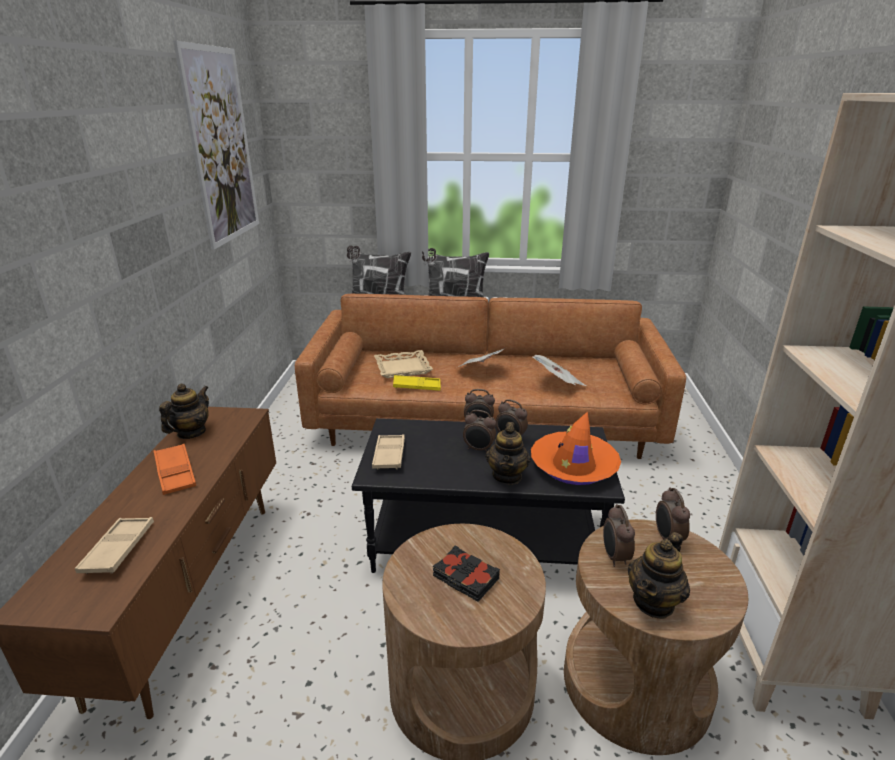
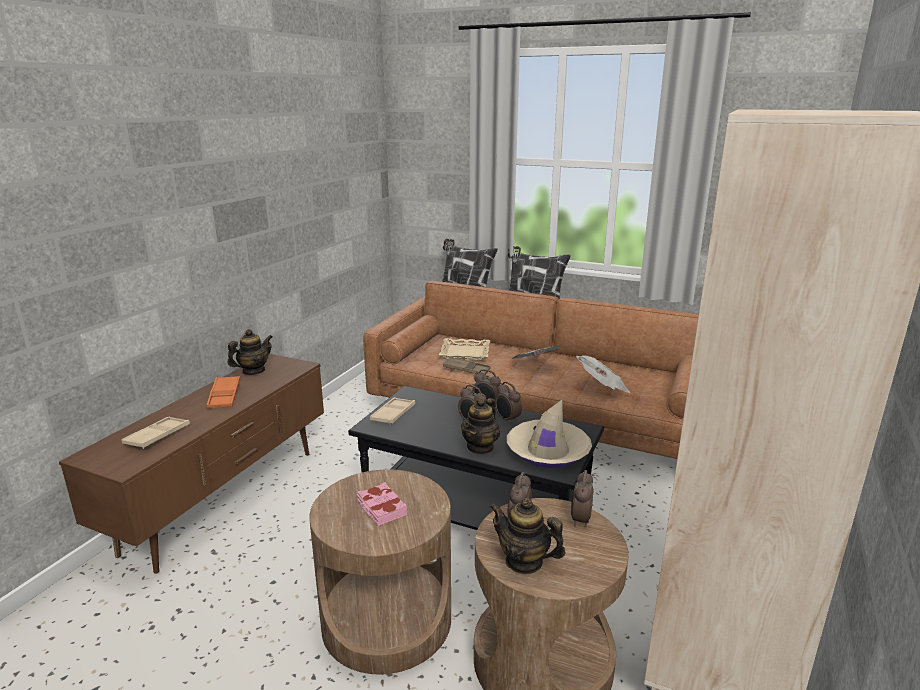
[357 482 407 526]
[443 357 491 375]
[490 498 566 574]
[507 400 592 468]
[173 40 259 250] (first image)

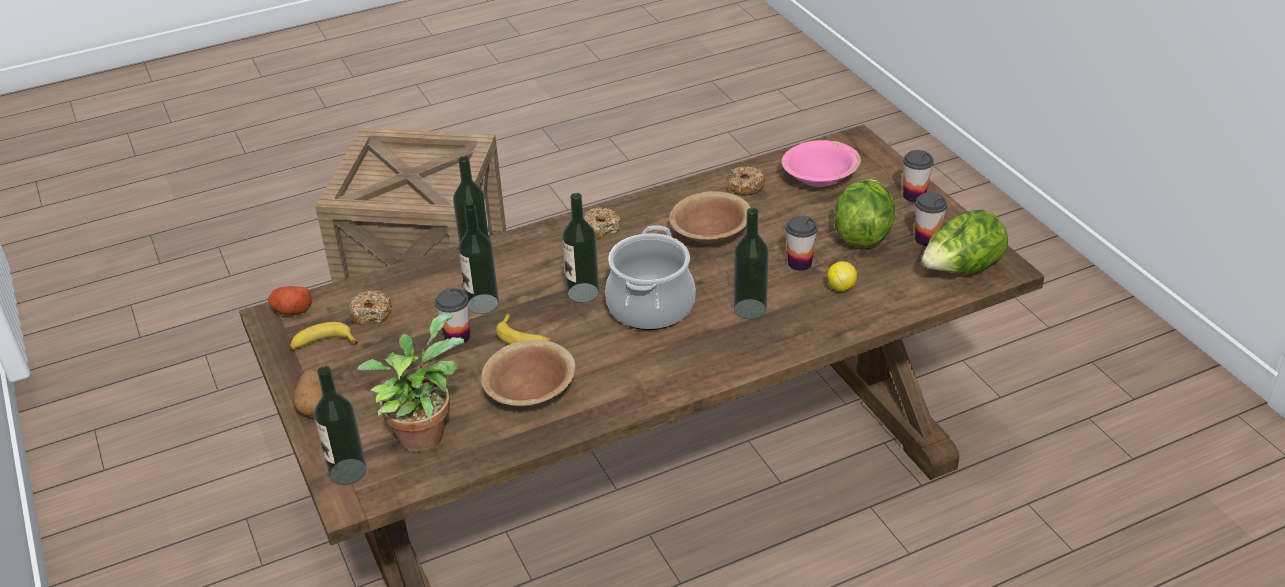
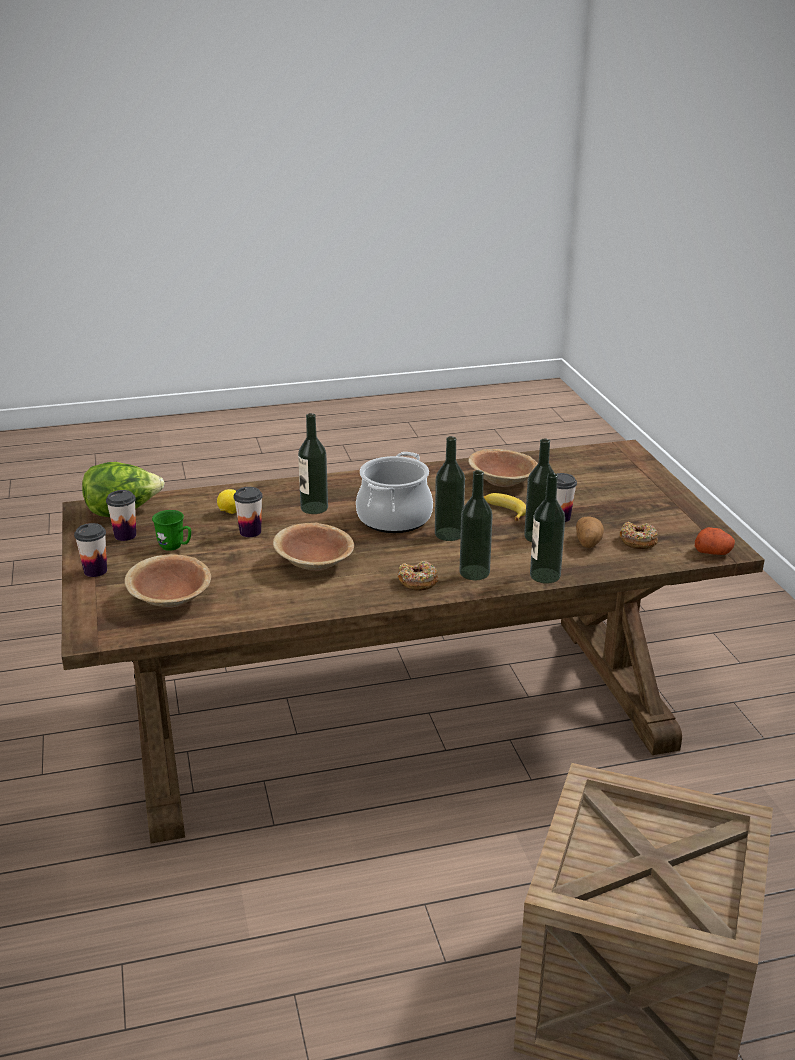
[124 554 211 608]
[152 510 191 551]
[460 470 493 580]
[576 517 604 548]
[289 322 358 349] (first image)
[357 313 464 452] (first image)
[729 166 766 196] (first image)

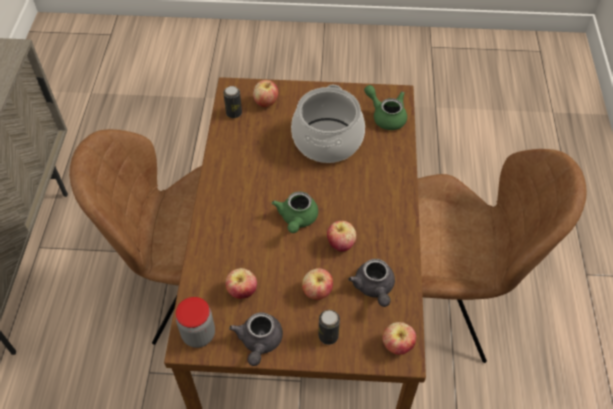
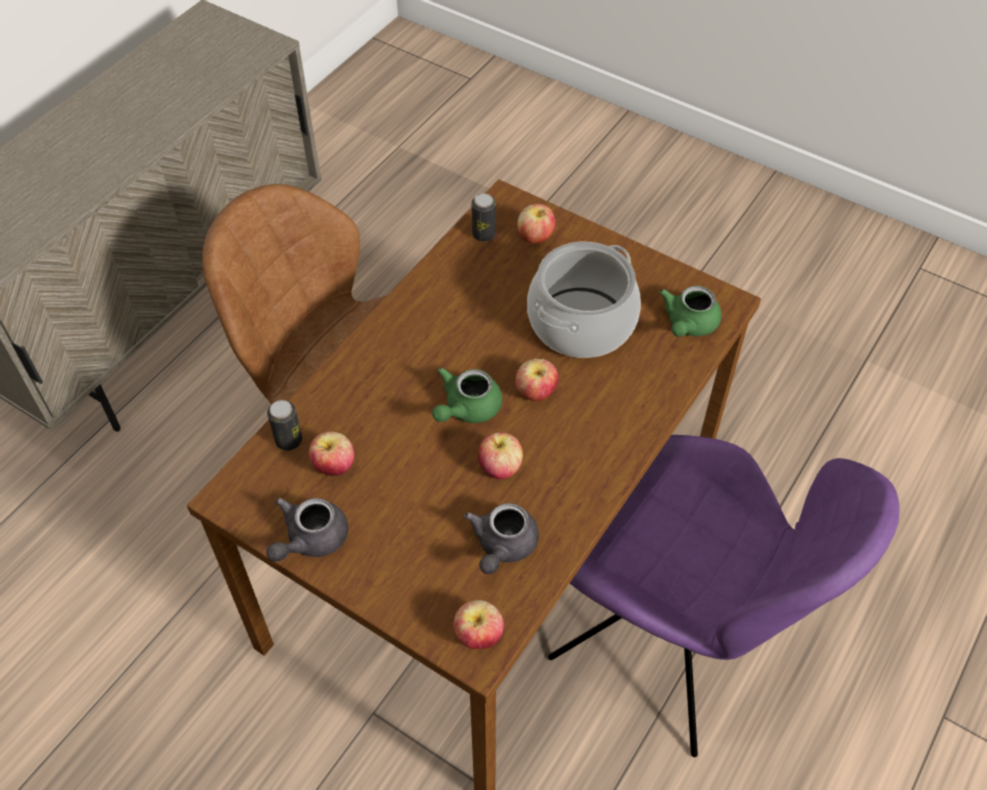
[267 400 302 451]
[515 359 559 401]
[548 435 900 757]
[659 286 722 337]
[176 297 215 348] (first image)

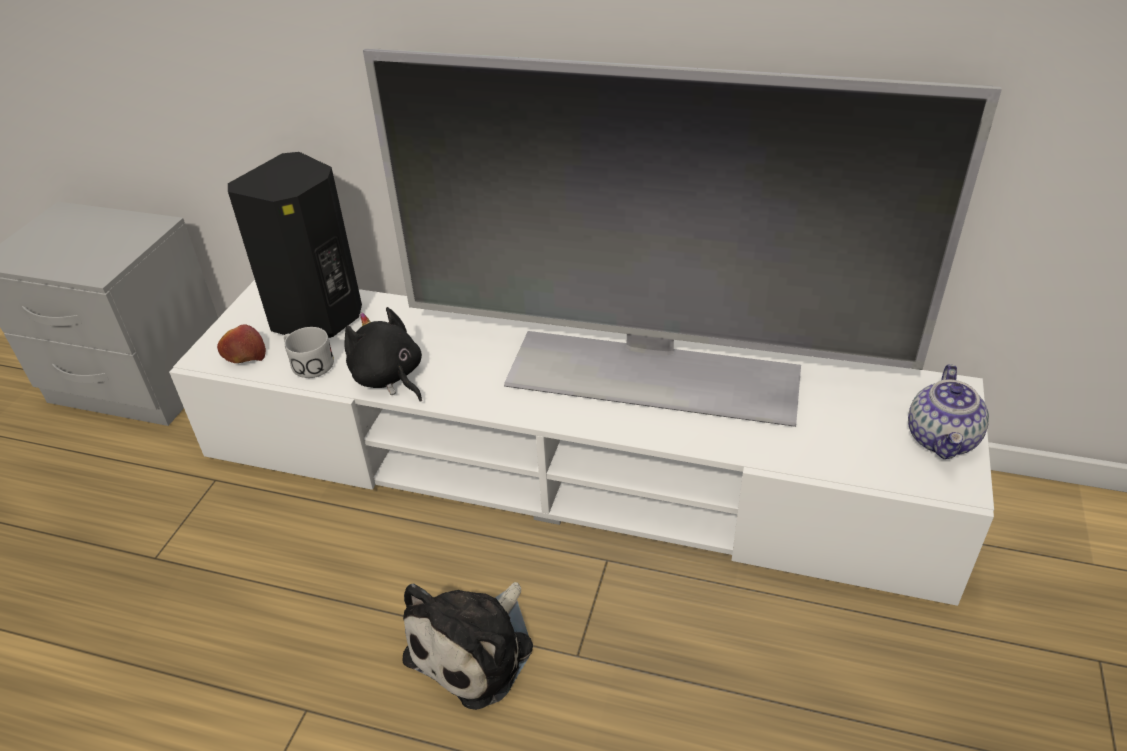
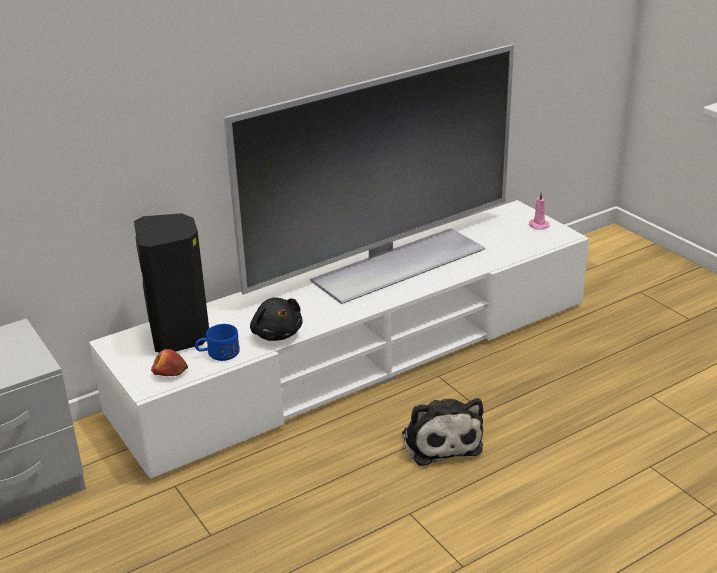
[195 324 240 361]
[250 297 302 341]
[529 192 550 230]

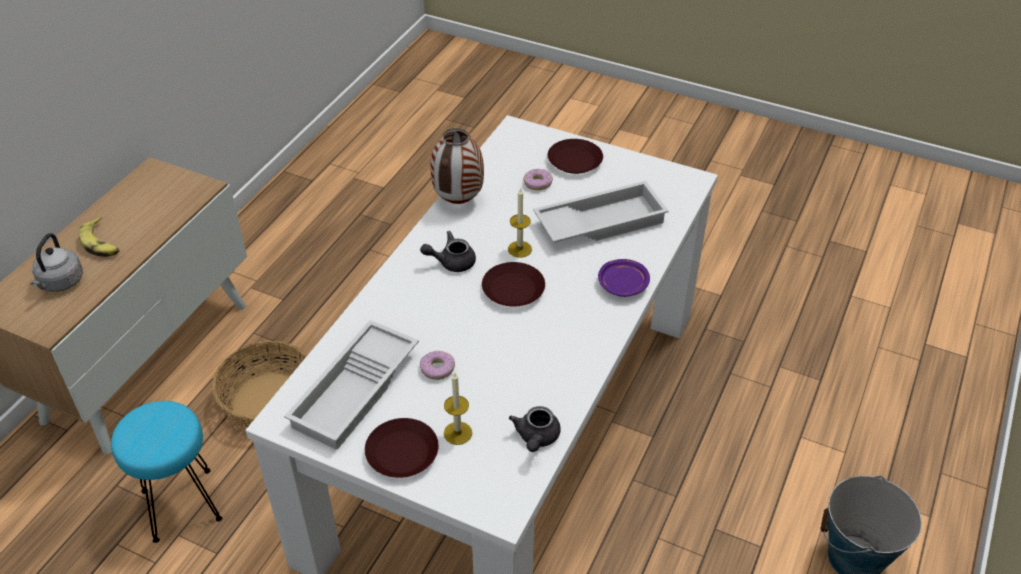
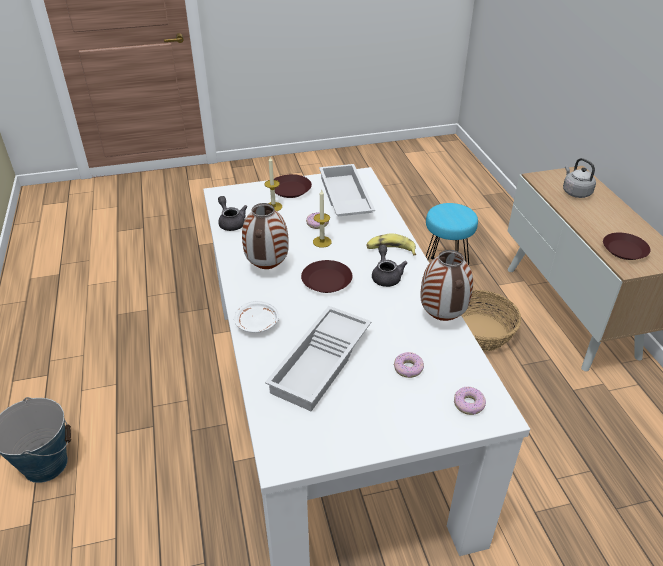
[234 301 279 333]
[242 203 289 269]
[313 190 332 248]
[367 233 416 255]
[372 245 408 287]
[454 387 486 415]
[603 233 650 260]

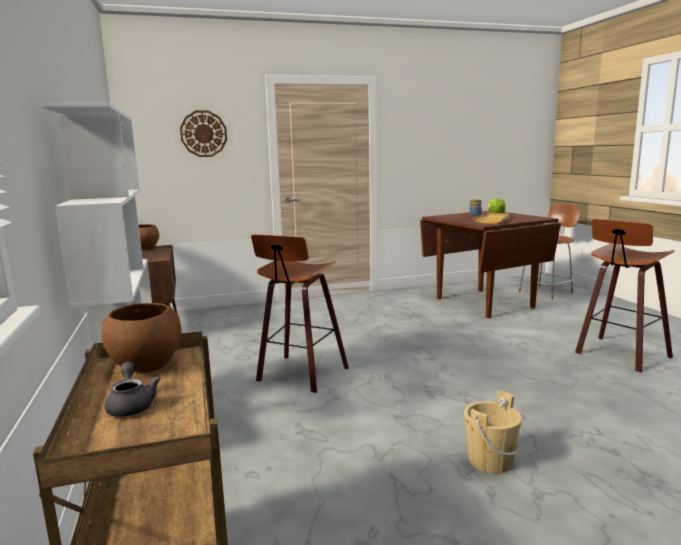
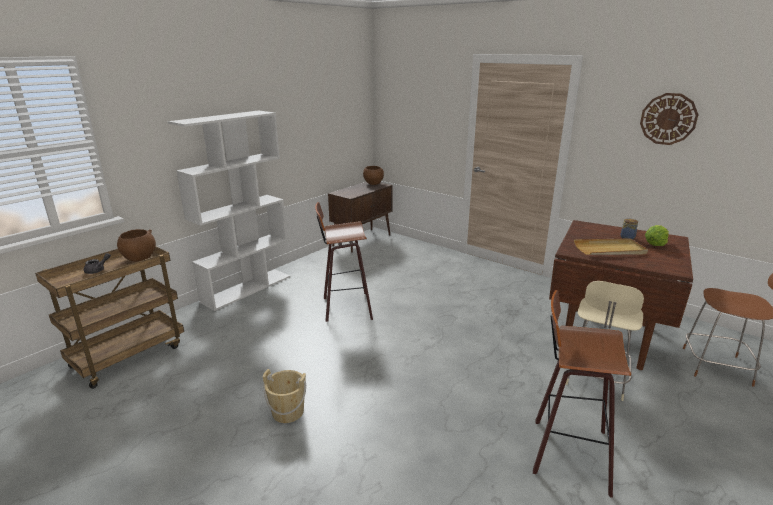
[566 281 644 401]
[640 93 699 145]

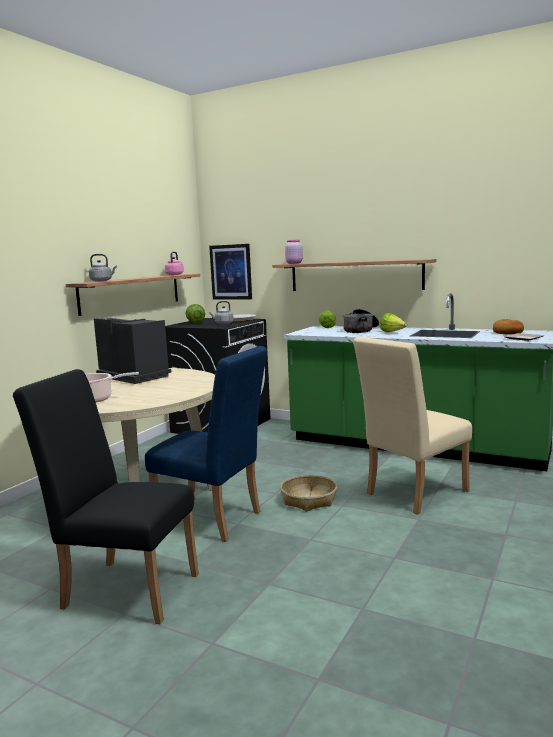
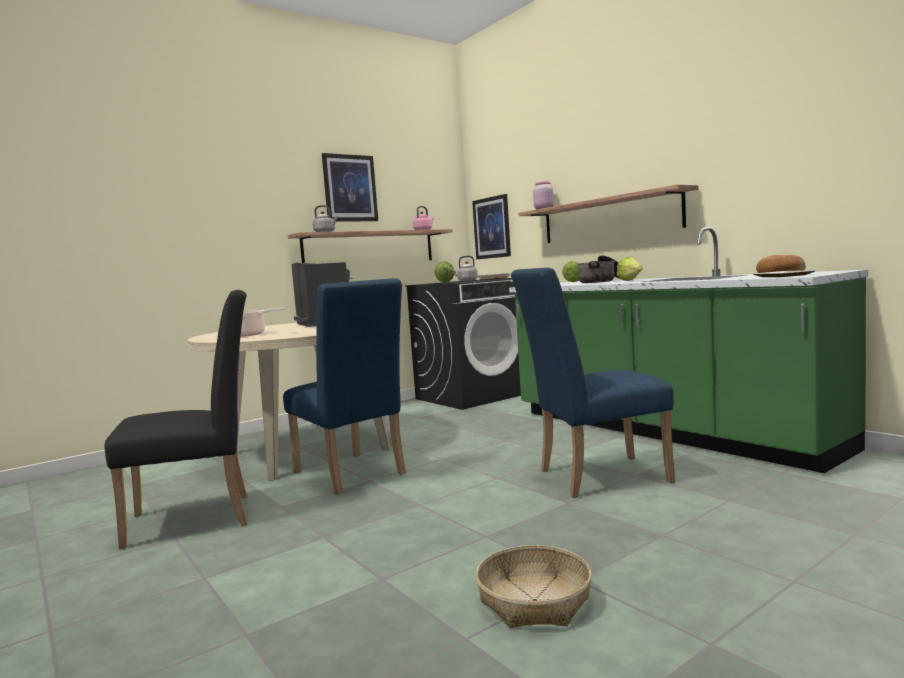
[105 290 247 550]
[322 153 378 222]
[476 545 592 628]
[511 268 675 498]

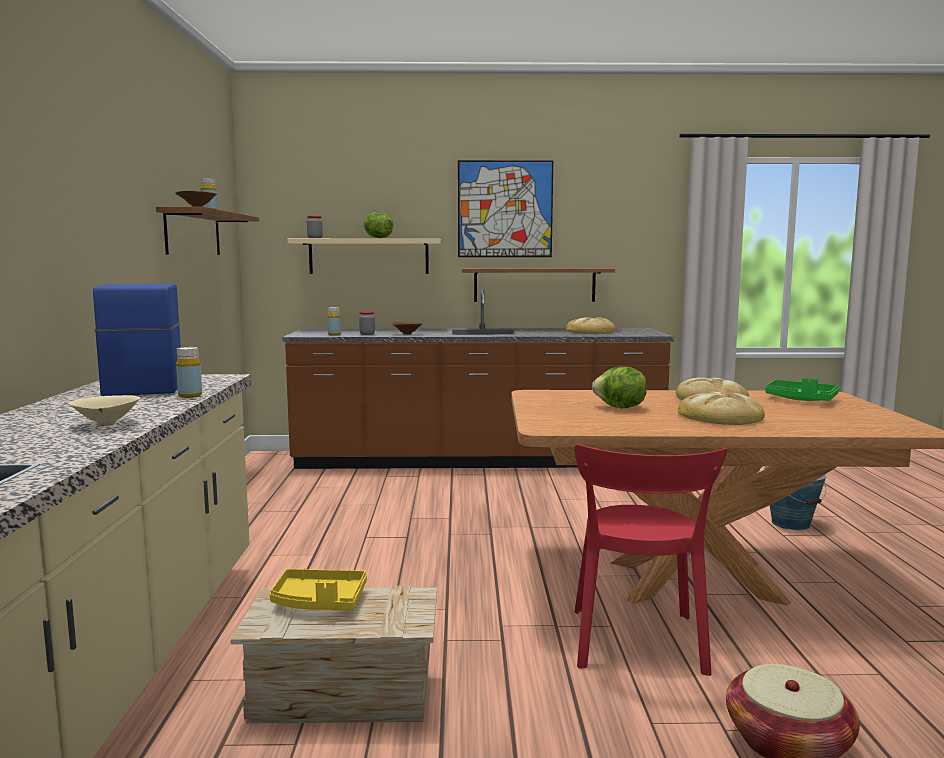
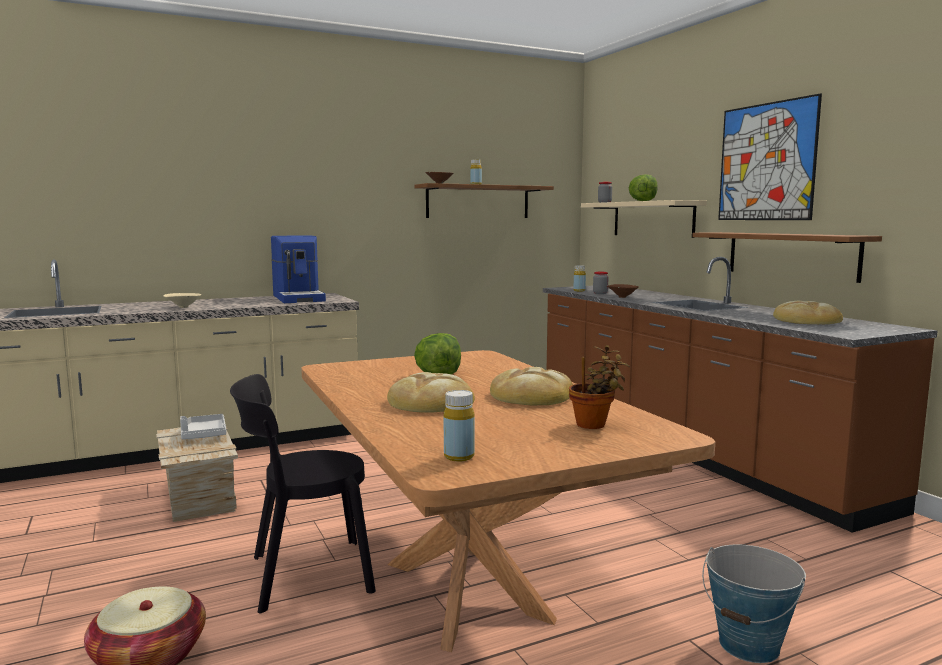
[180 414 226 439]
[230 374 376 614]
[271 235 326 303]
[444 390 475 462]
[569 345 630 429]

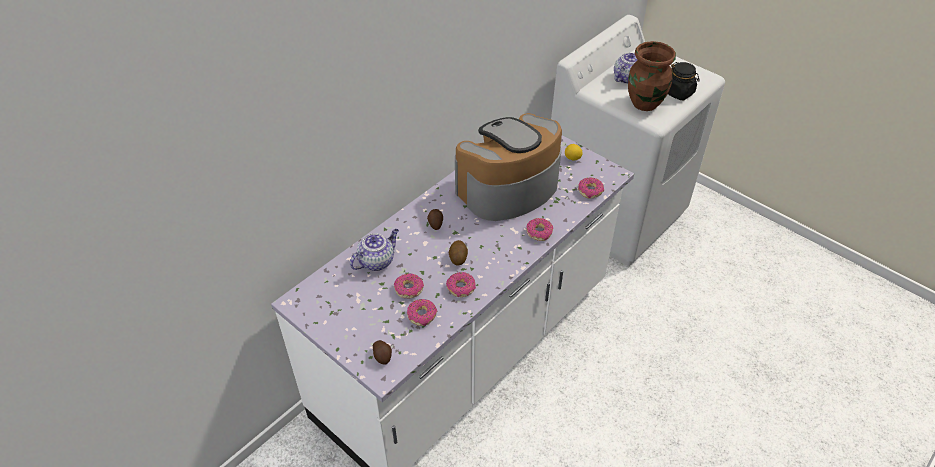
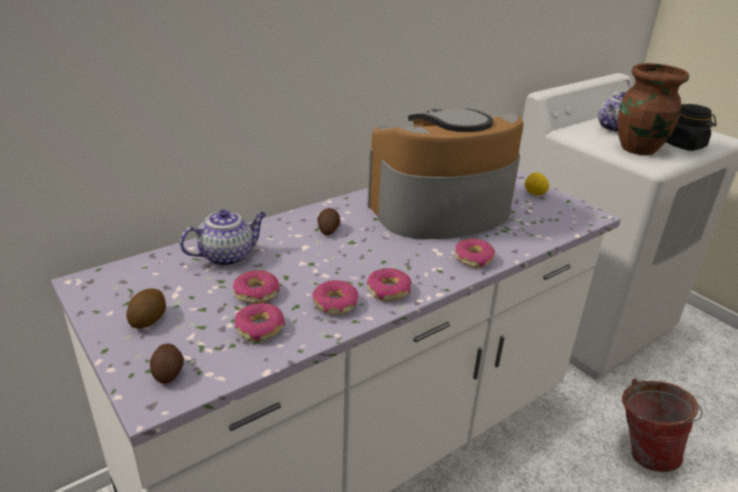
[126 288 166 329]
[367 268 412 301]
[622 379 703 472]

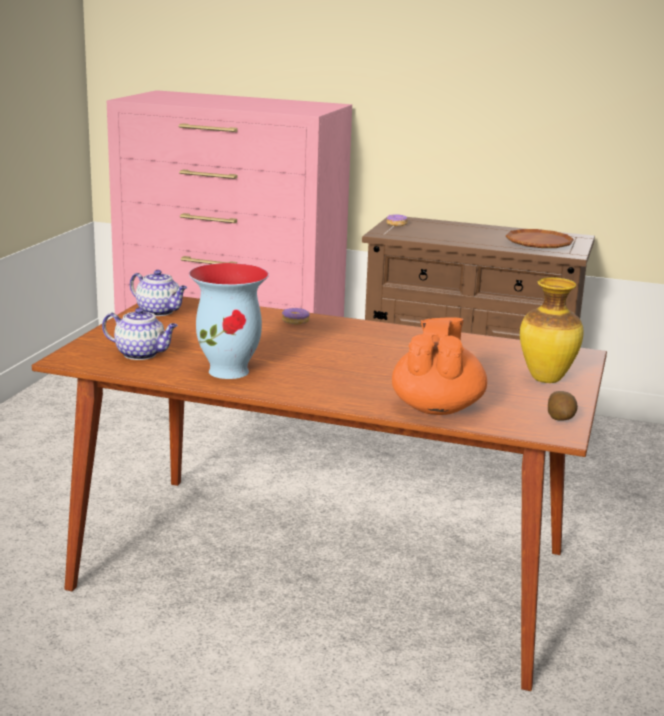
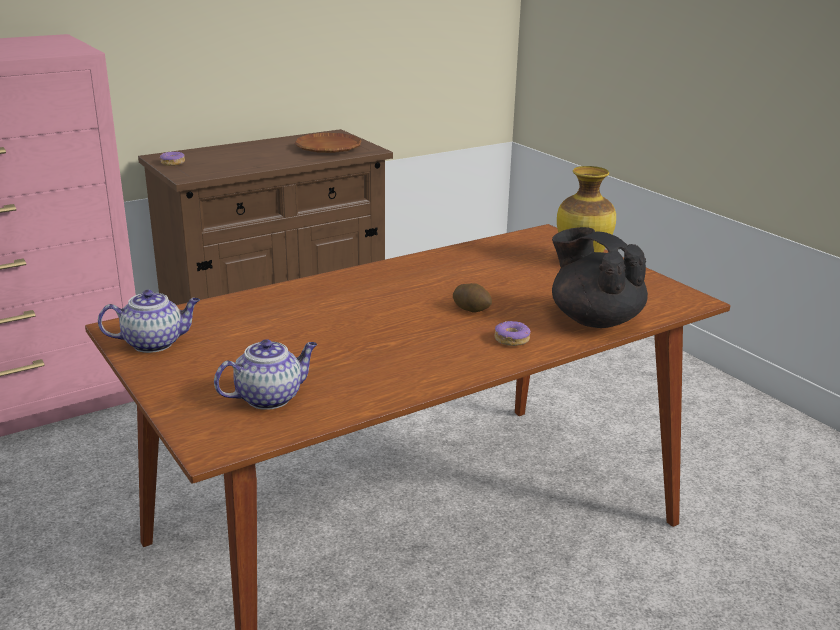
[453 283 492 312]
[495 321 531 346]
[552 227 648 328]
[189 263 269 379] (first image)

